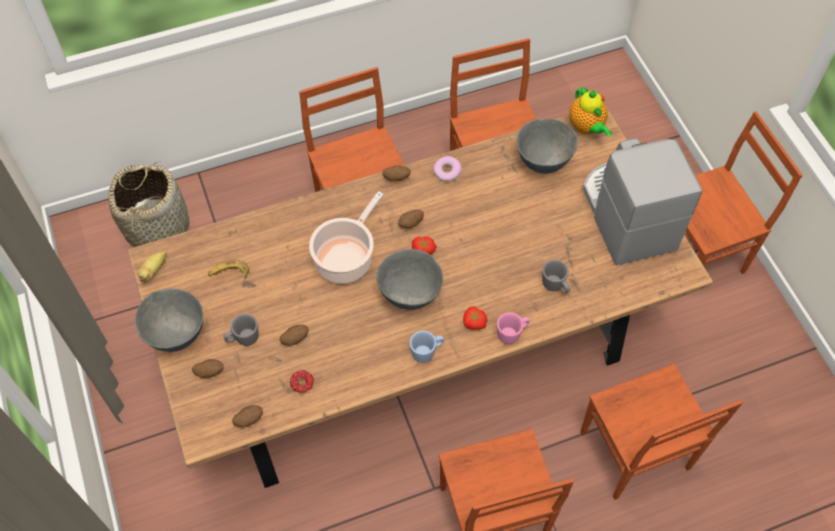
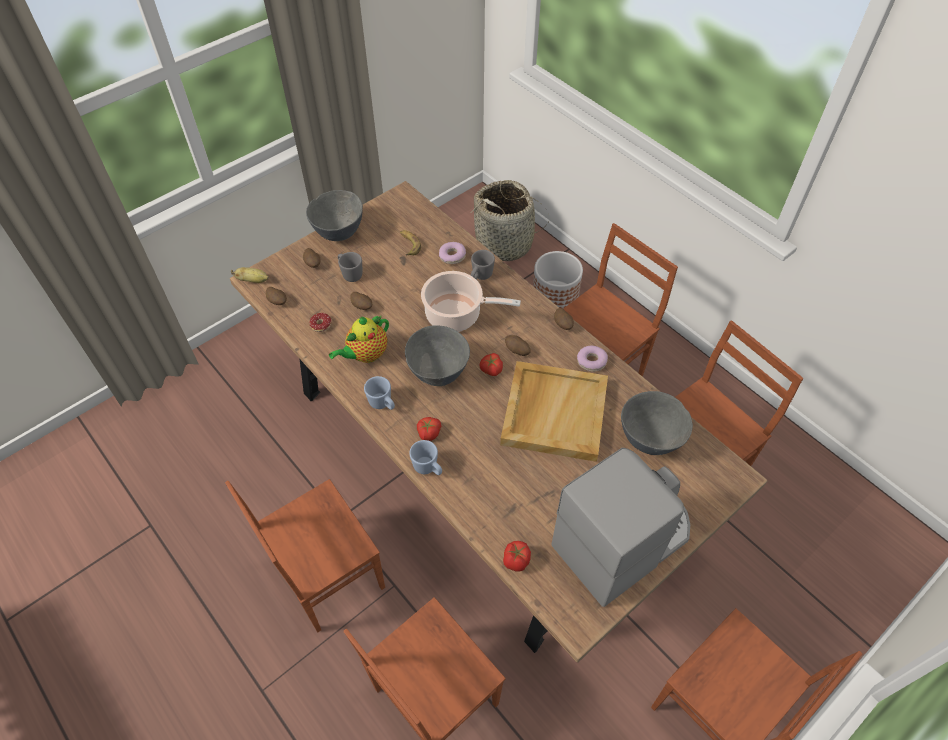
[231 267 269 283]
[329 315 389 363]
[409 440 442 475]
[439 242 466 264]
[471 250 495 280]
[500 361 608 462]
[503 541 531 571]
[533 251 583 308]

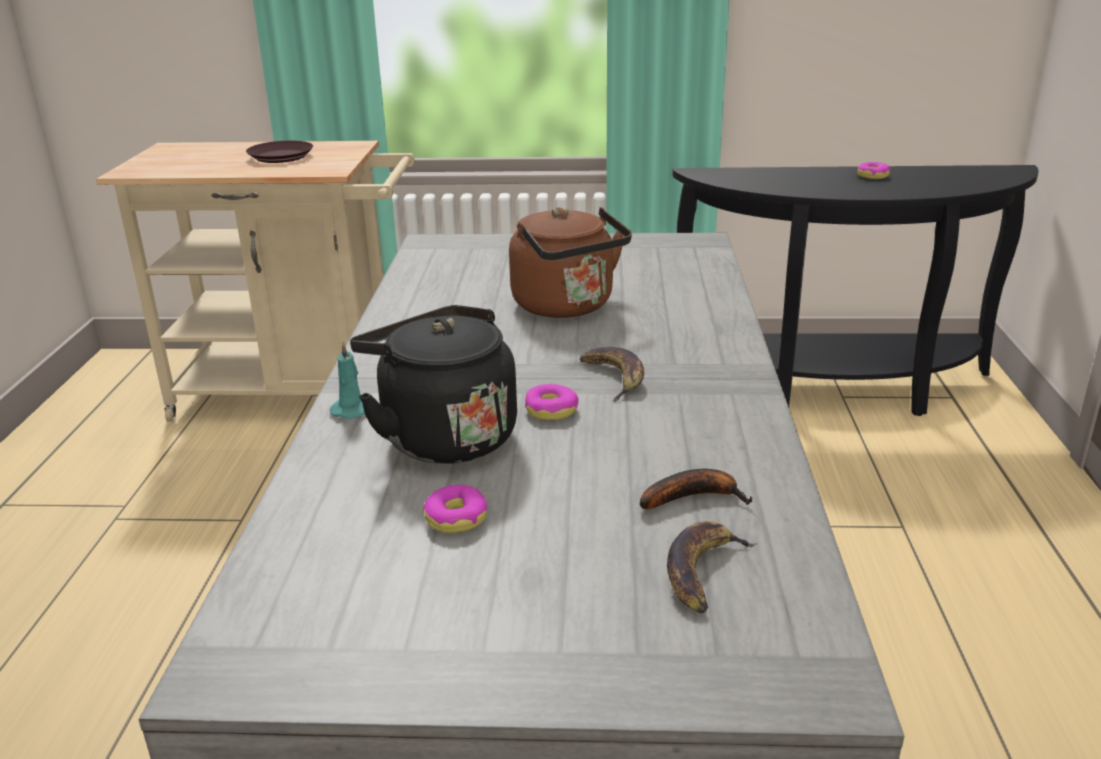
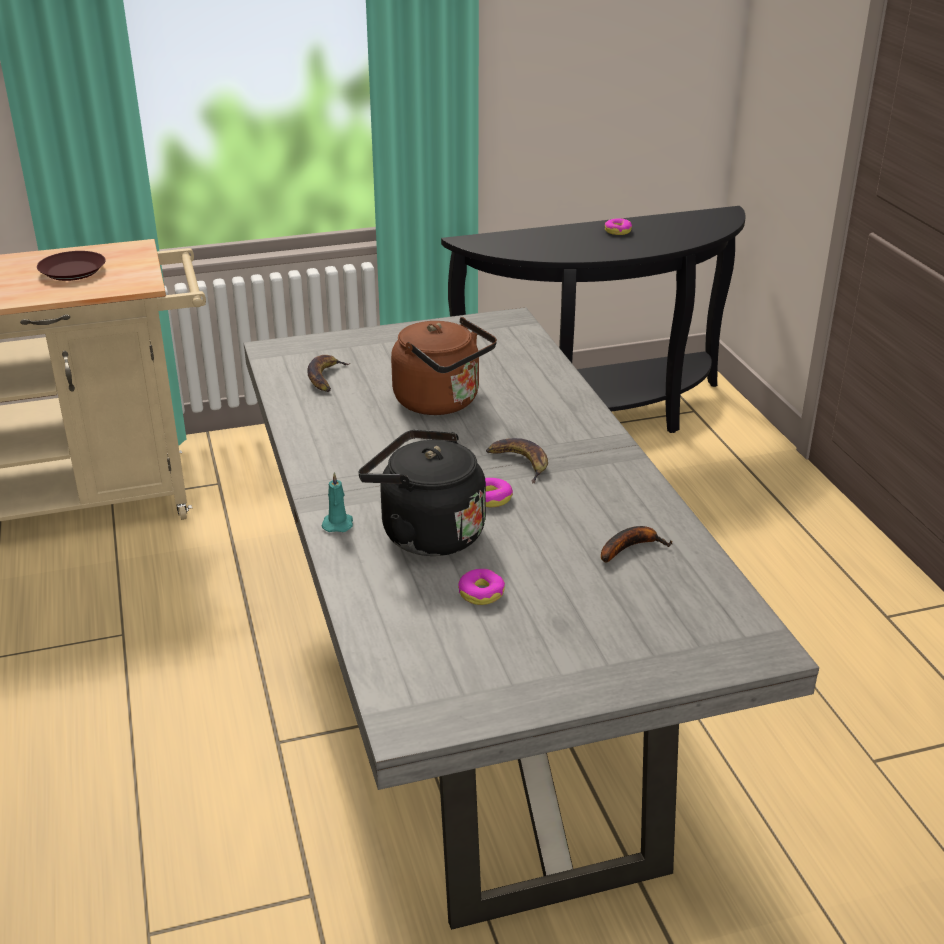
[308 355 350 392]

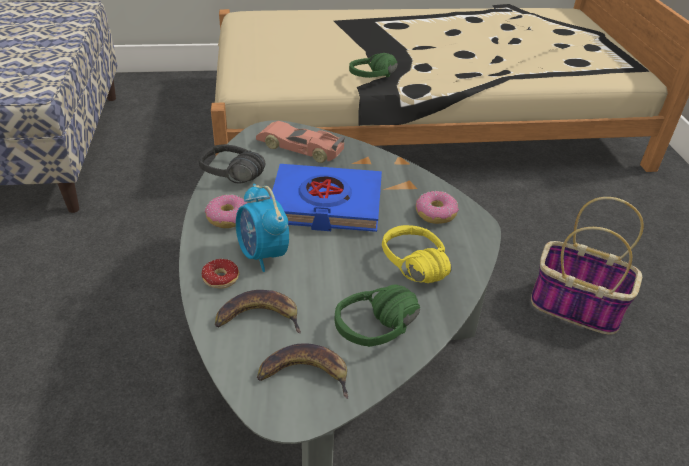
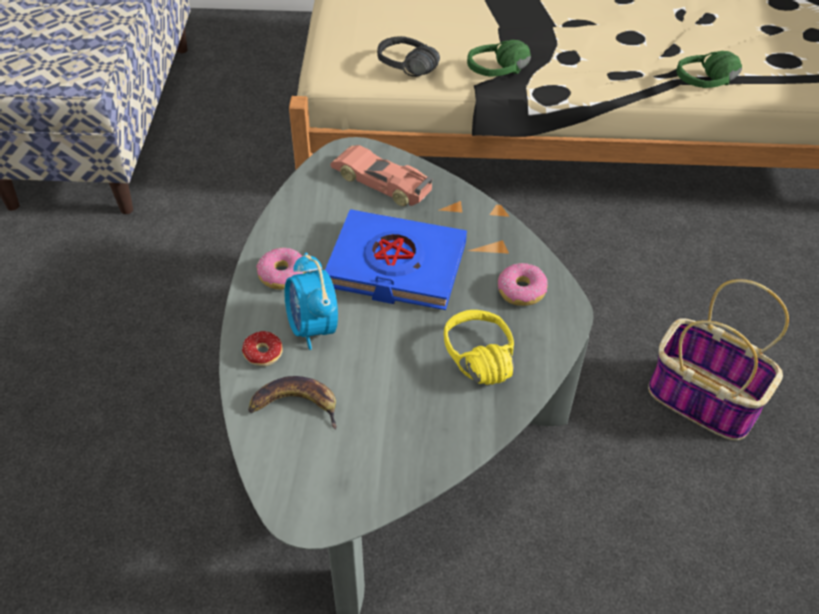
[377 36 440 77]
[677 51 742 88]
[257 344 348 399] (first image)

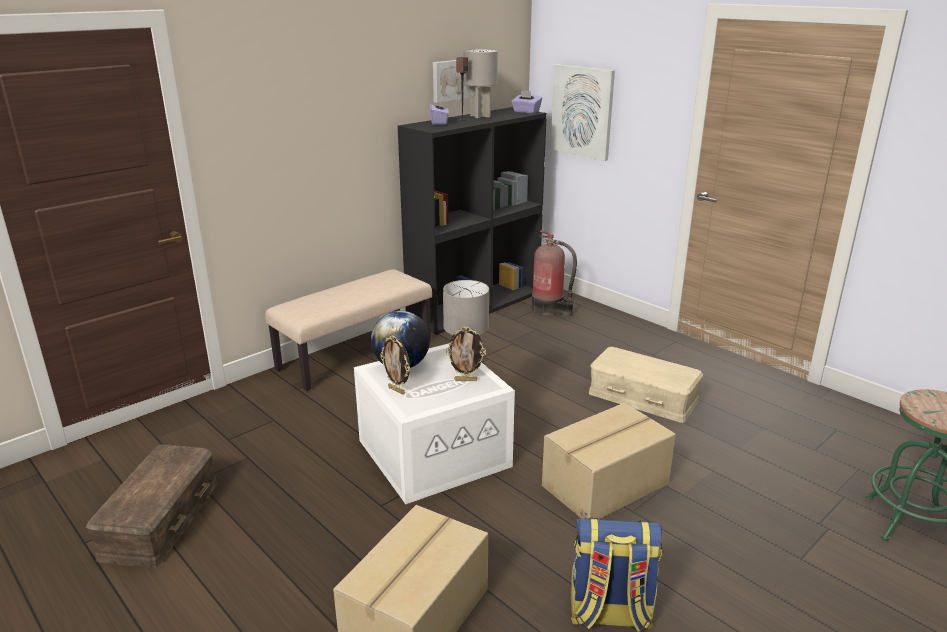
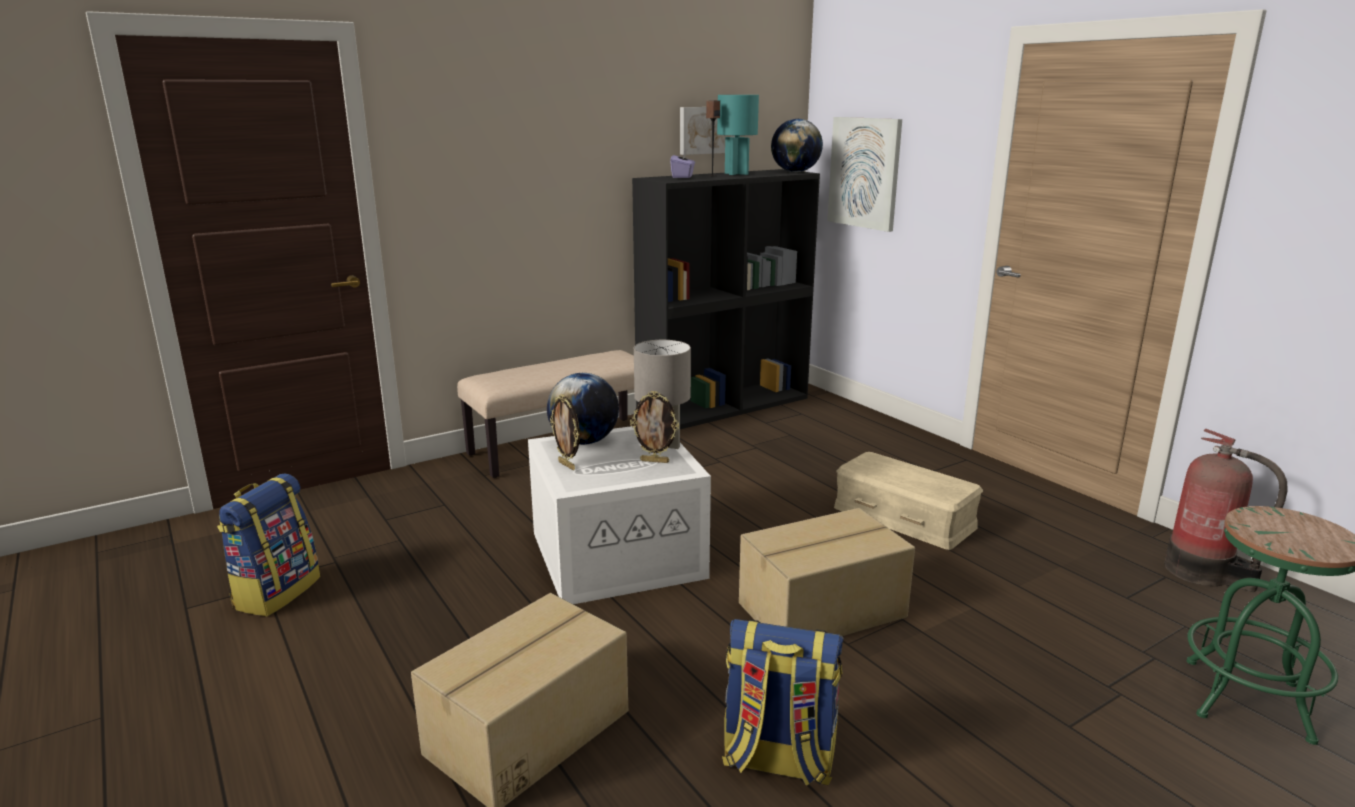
[217 473 321 616]
[717 95 759 175]
[771 119 823 172]
[1164 428 1288 592]

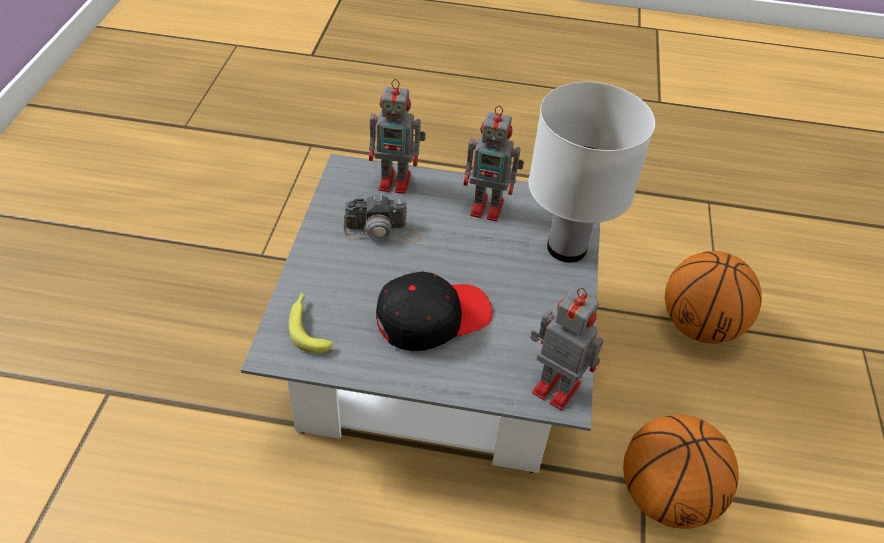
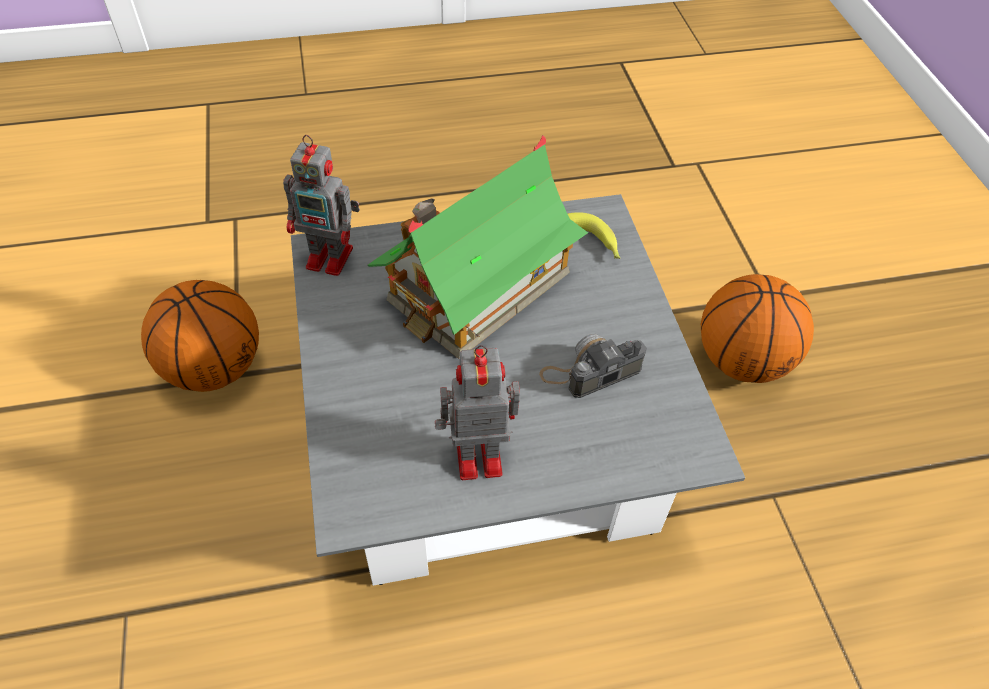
[368 135 588 359]
[701 274 814 383]
[369 79 426 194] (first image)
[528 82 655 263] (first image)

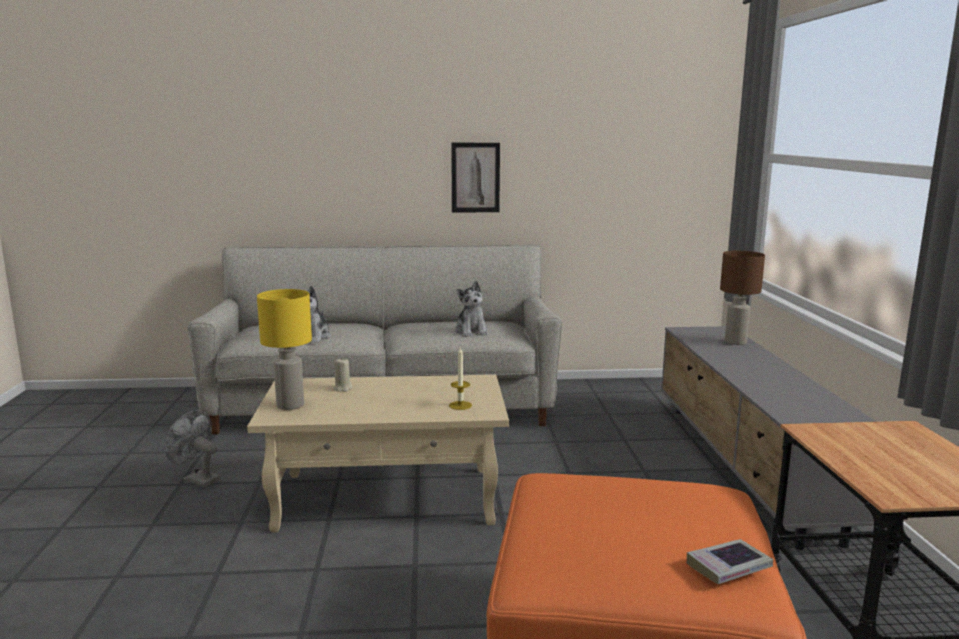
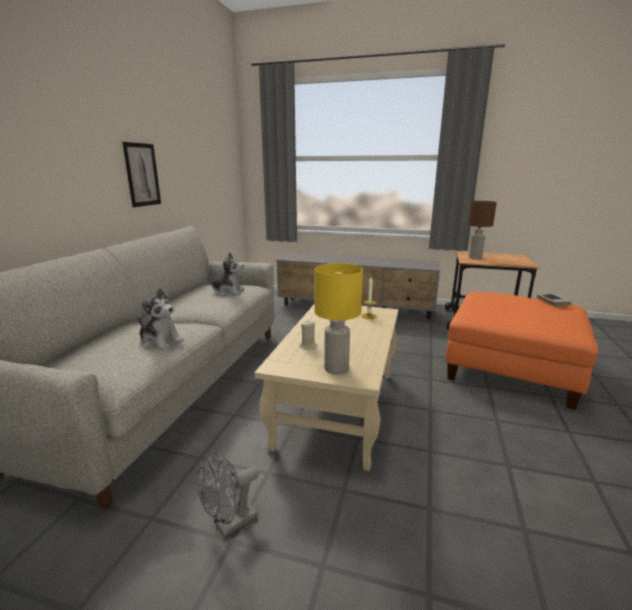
[467 201 497 259]

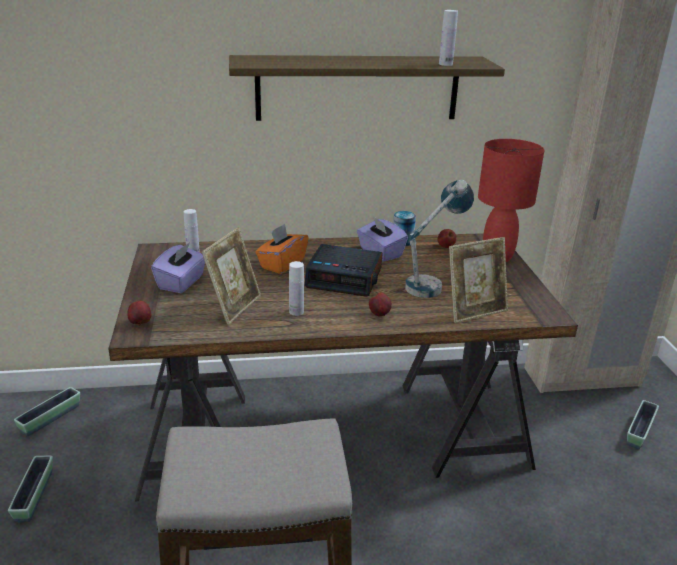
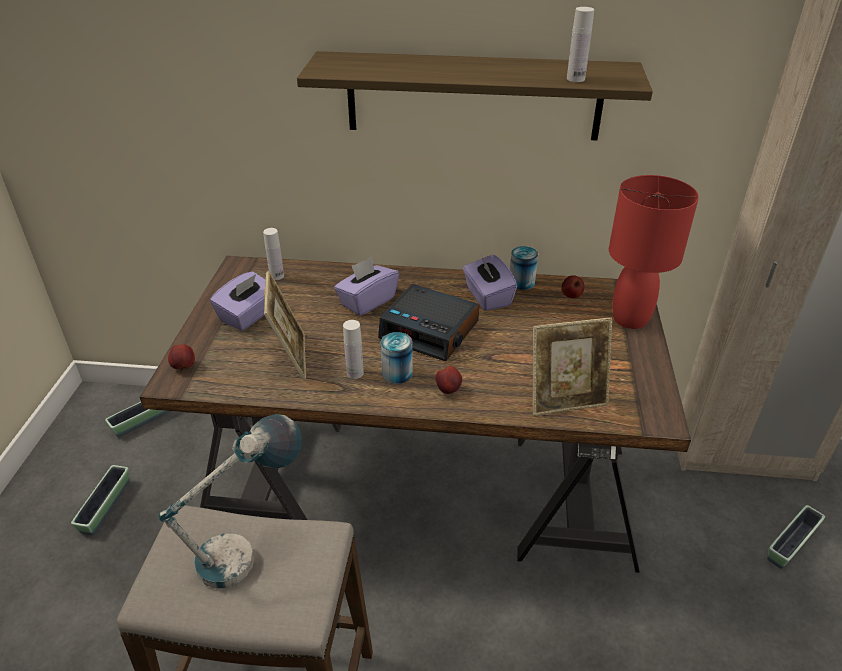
[159 414 302 588]
[264 270 306 380]
[334 257 399 316]
[381 332 413 384]

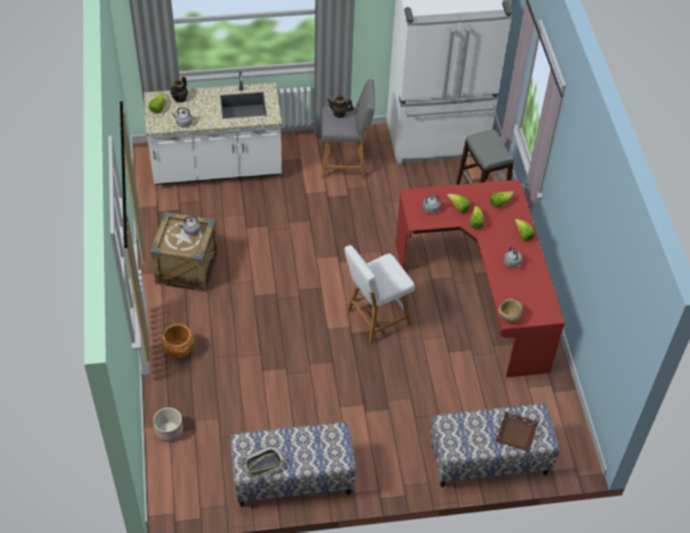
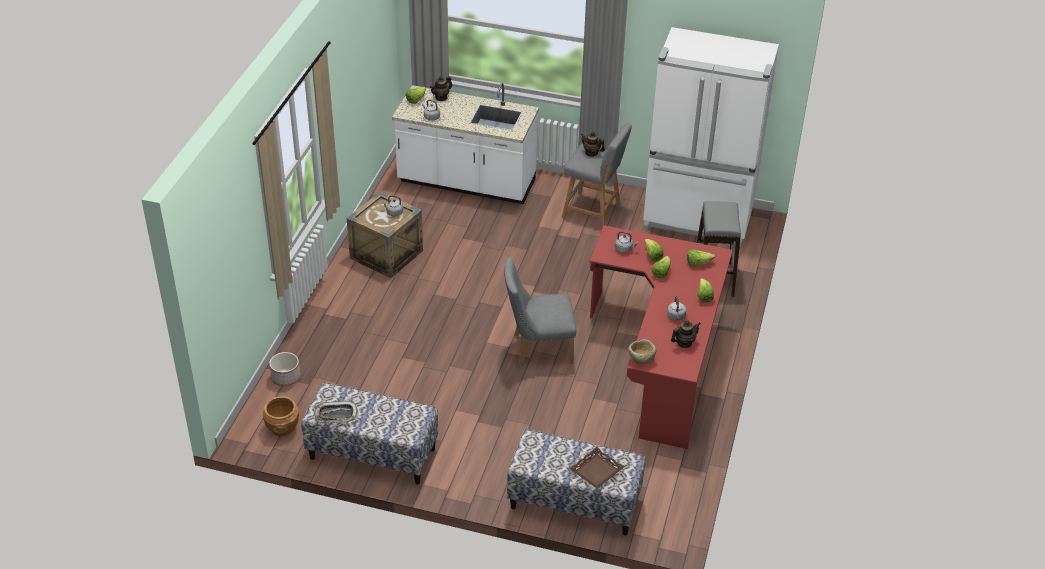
[263 396 300 437]
[504 257 576 365]
[671 320 701 348]

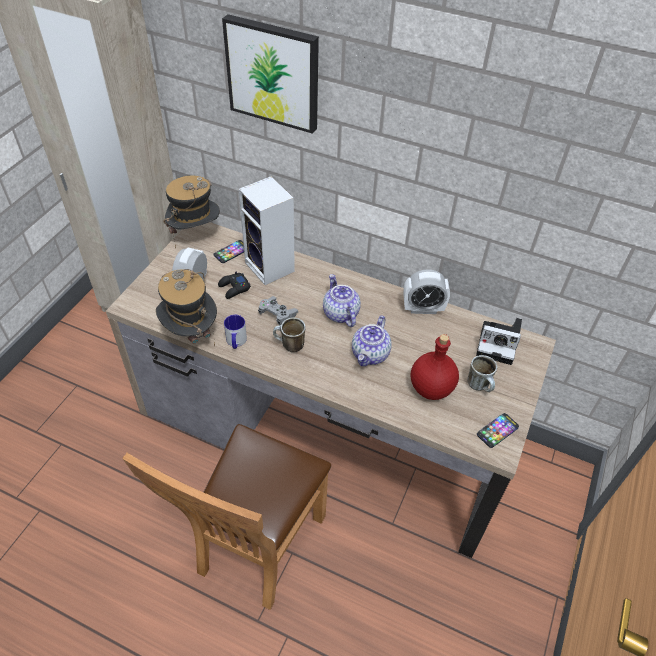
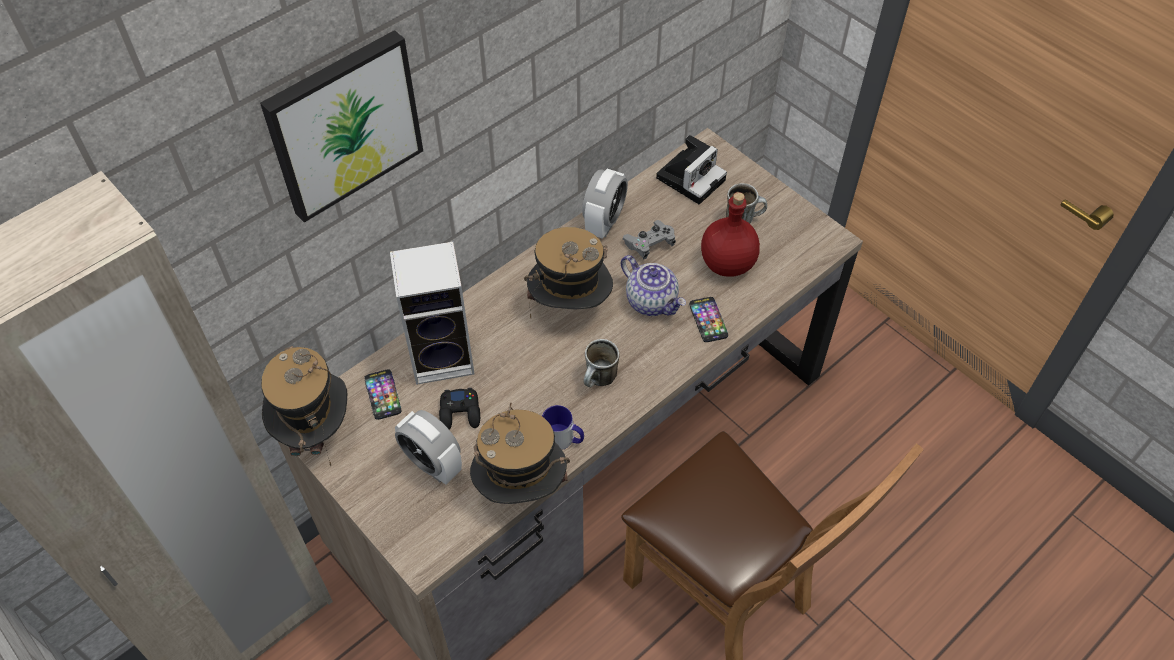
[524 227 613 318]
[622 220 676 259]
[689 297 728 342]

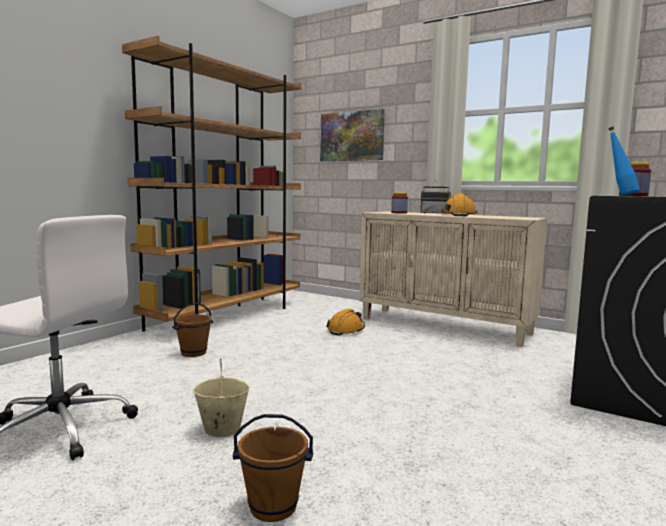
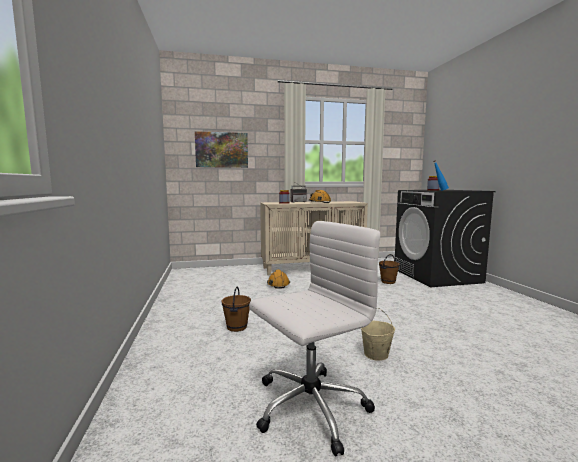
[379 254 400 284]
[122 36 302 332] (first image)

